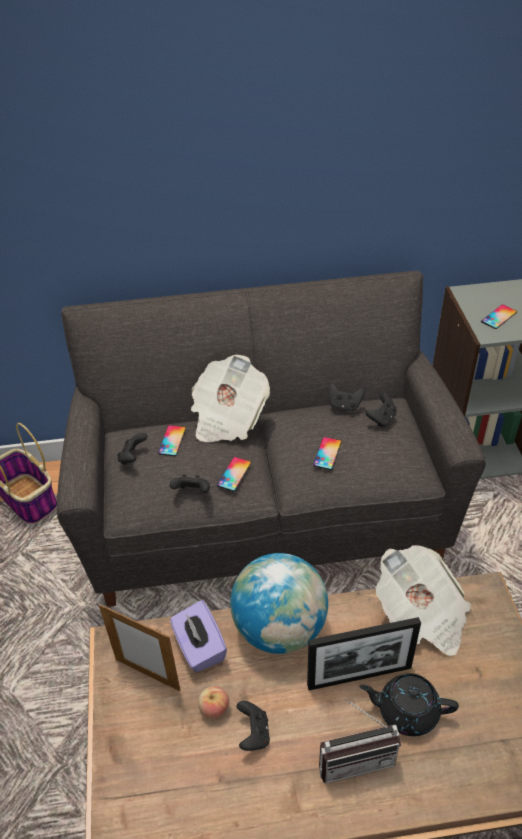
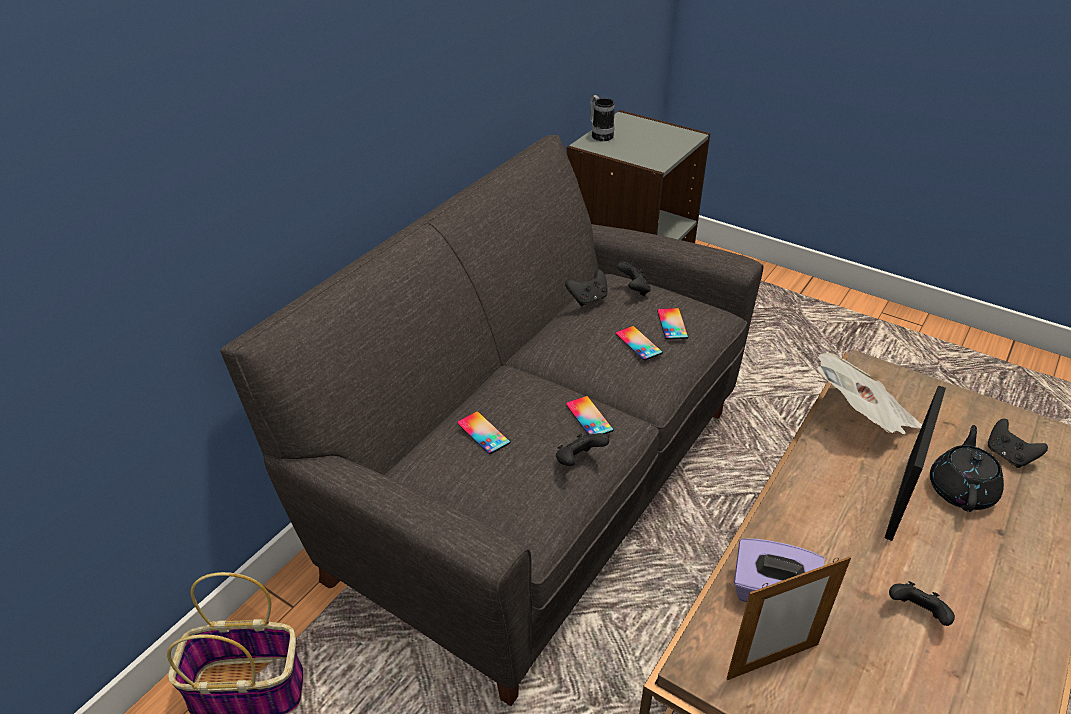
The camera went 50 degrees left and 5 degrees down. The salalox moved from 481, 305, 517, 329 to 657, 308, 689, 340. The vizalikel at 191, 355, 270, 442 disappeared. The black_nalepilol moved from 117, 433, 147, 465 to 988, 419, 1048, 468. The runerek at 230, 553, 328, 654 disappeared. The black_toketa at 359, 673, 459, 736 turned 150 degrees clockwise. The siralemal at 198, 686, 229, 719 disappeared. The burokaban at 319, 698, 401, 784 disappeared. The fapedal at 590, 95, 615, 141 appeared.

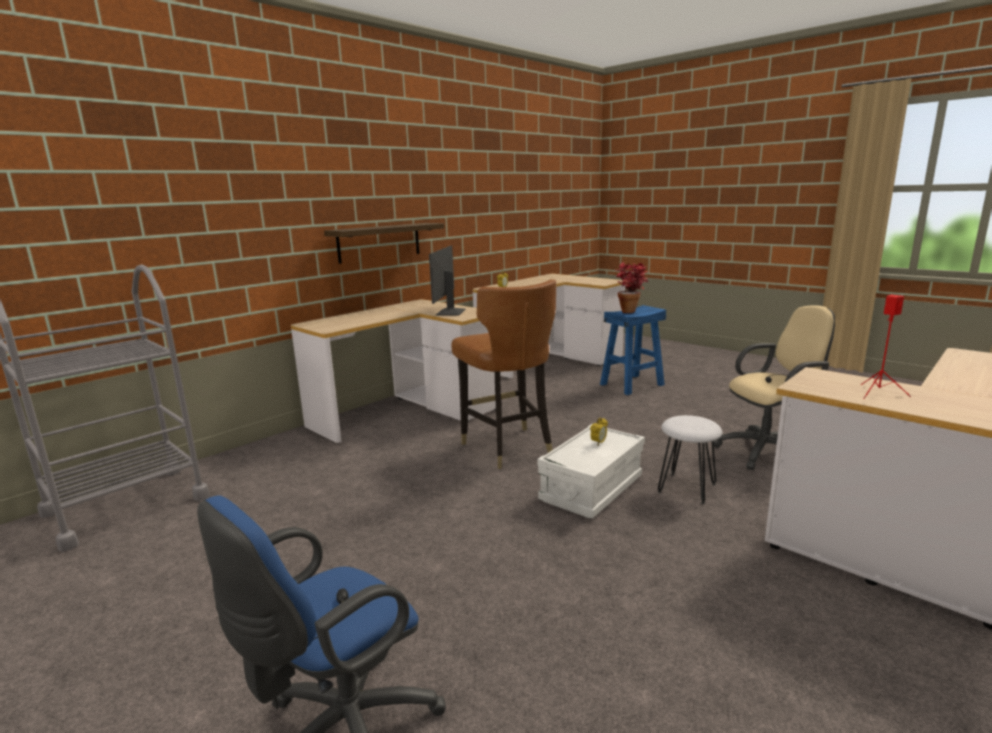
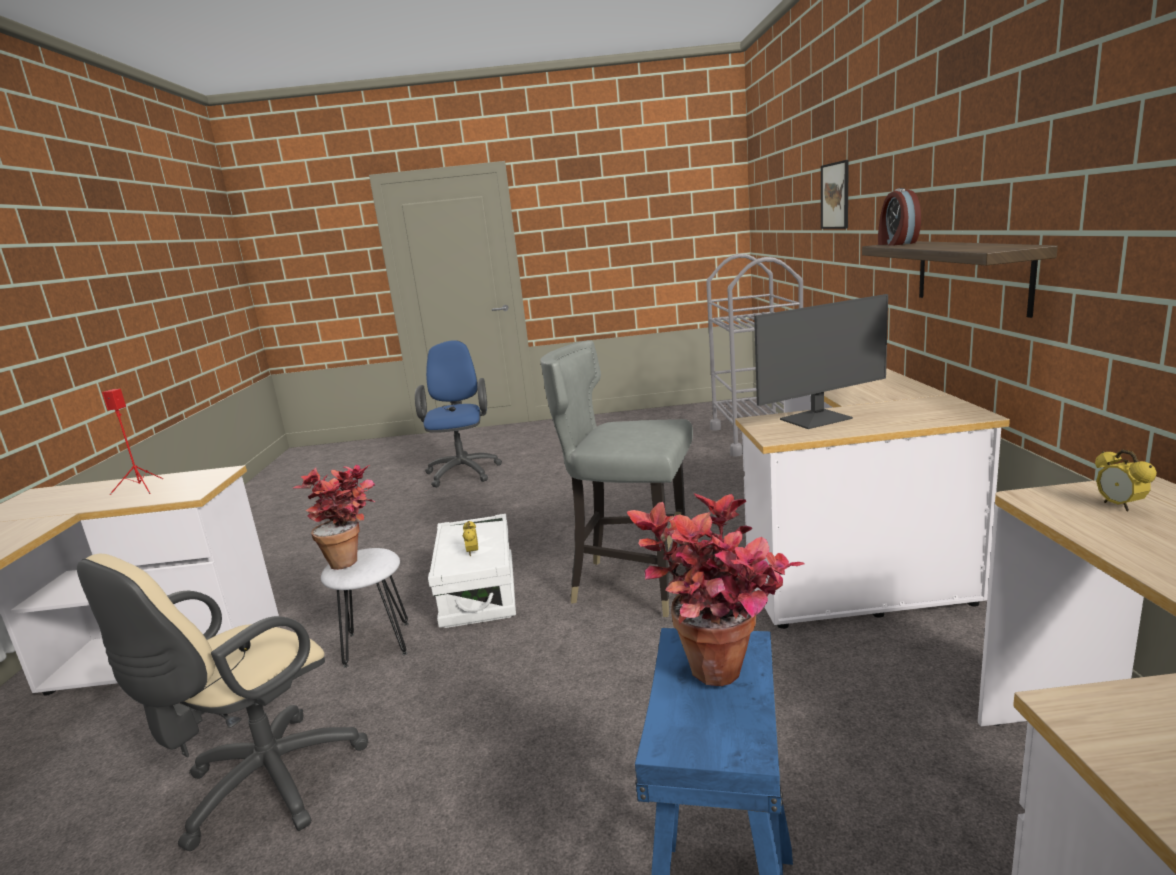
The camera went 135 degrees right and 0 degrees up. The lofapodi at 429, 246, 466, 316 turned 105 degrees clockwise. The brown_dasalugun at 451, 279, 556, 469 became the grey_dasalugun at 540, 340, 693, 617. The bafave at 821, 160, 849, 229 appeared. The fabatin at 878, 188, 921, 246 appeared. The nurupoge at 293, 465, 375, 570 appeared.

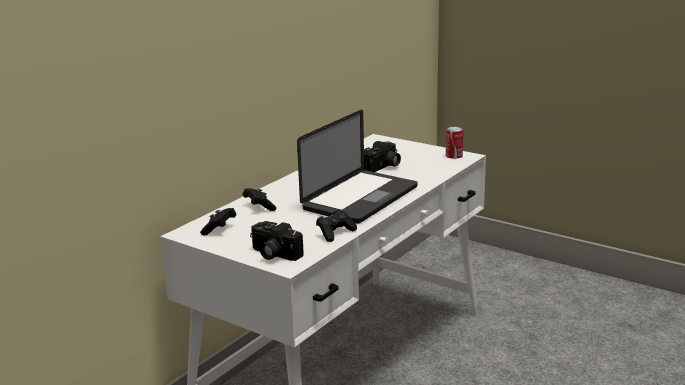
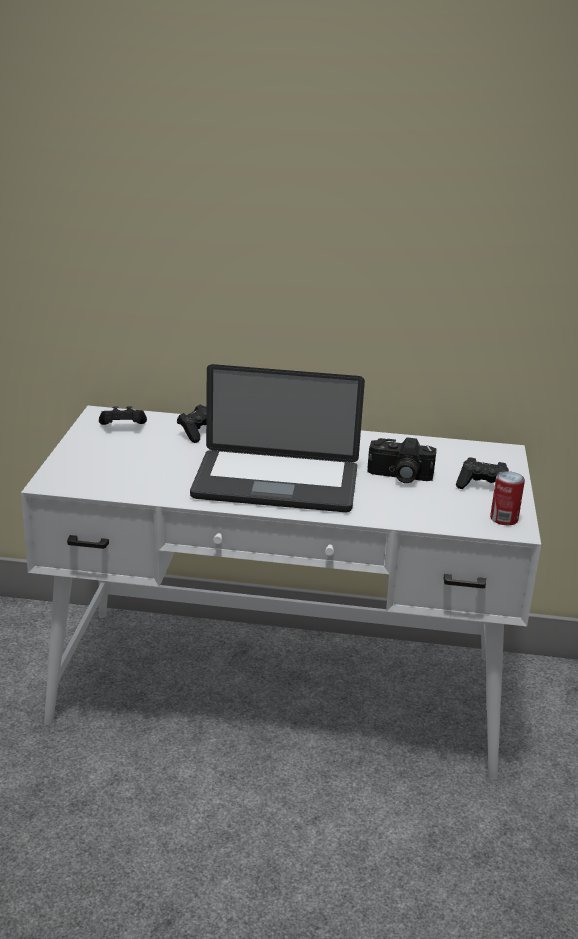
The camera went 60 degrees right and 5 degrees up. The black_nalepilol moved from 316, 209, 357, 242 to 456, 457, 509, 489. The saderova at 250, 221, 304, 261 disappeared.

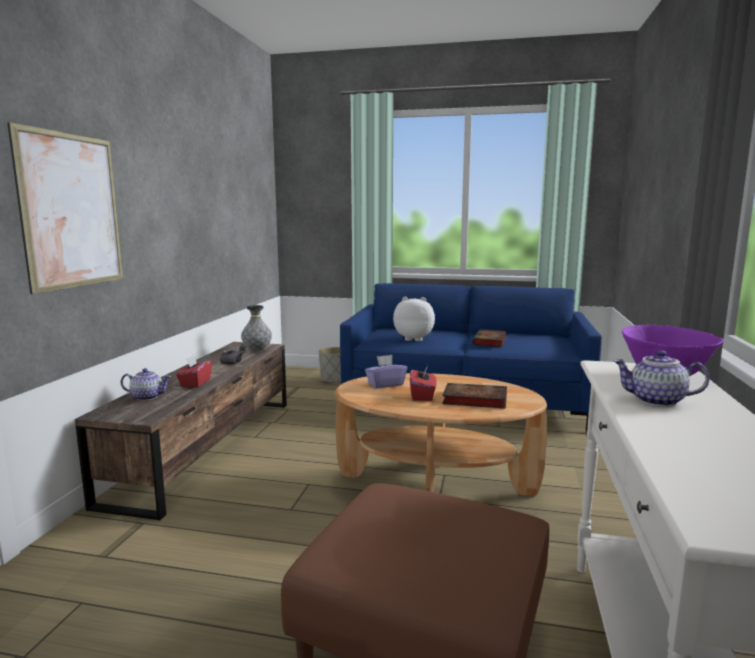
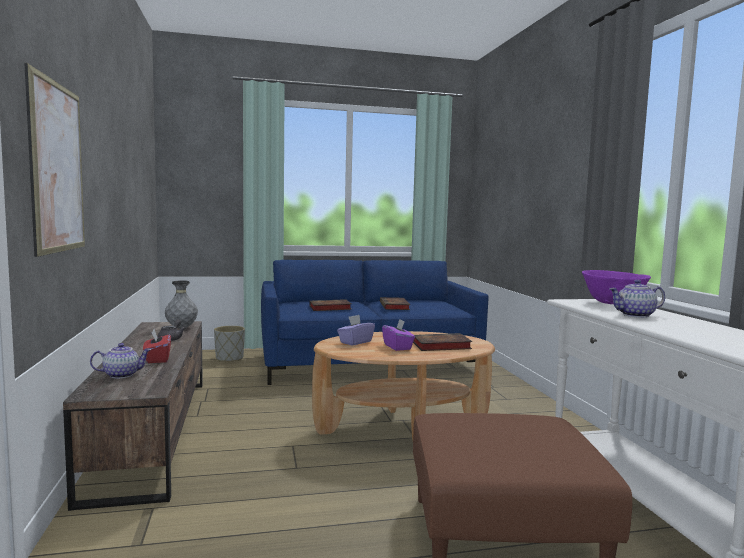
The camera went 25 degrees left and 5 degrees down. The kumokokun at 393, 297, 435, 341 was replaced by the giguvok at 309, 299, 352, 311. The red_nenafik at 410, 365, 437, 401 became the purple_nenafik at 382, 319, 415, 351.

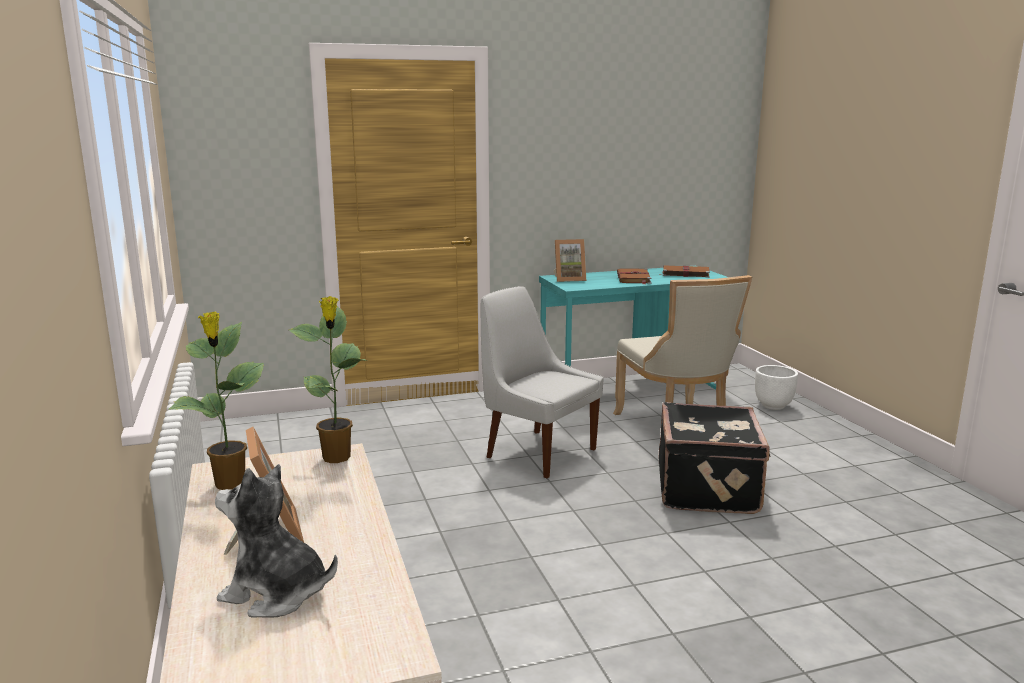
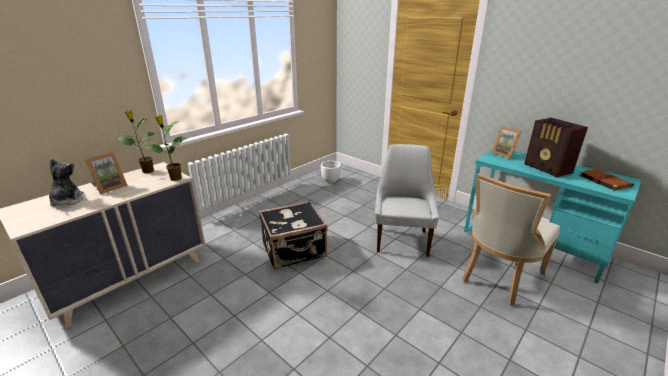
The camera went 60 degrees right and 10 degrees up. The brown_giguvok at 617, 268, 652, 284 was replaced by the burokaban at 524, 118, 588, 178. The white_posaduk moved from 755, 365, 798, 410 to 321, 161, 341, 183. The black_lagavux moved from 659, 402, 771, 514 to 259, 201, 327, 269.

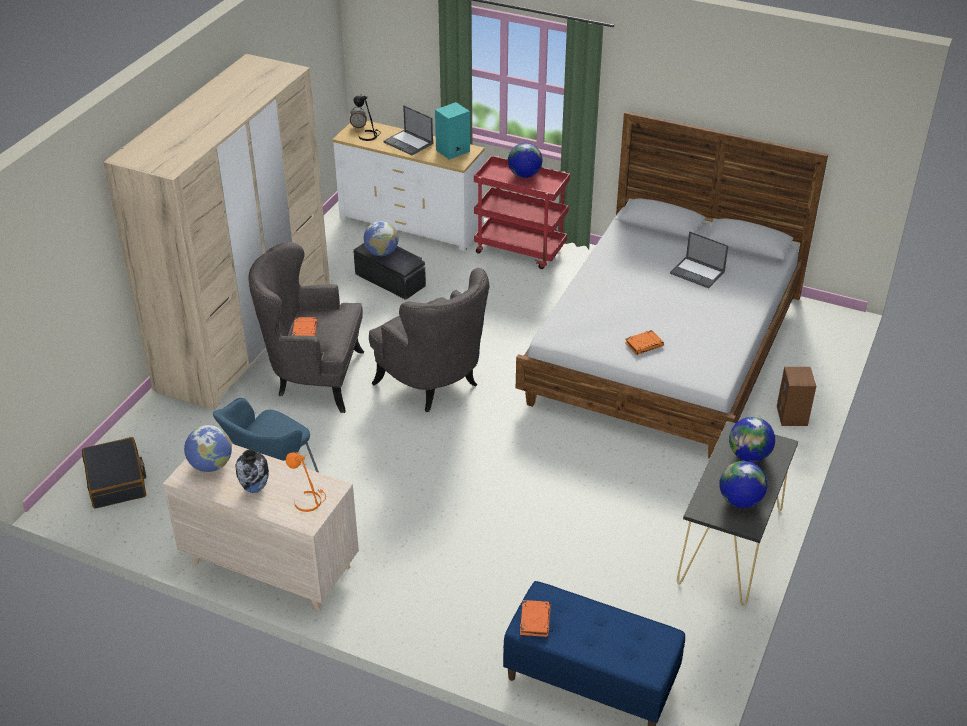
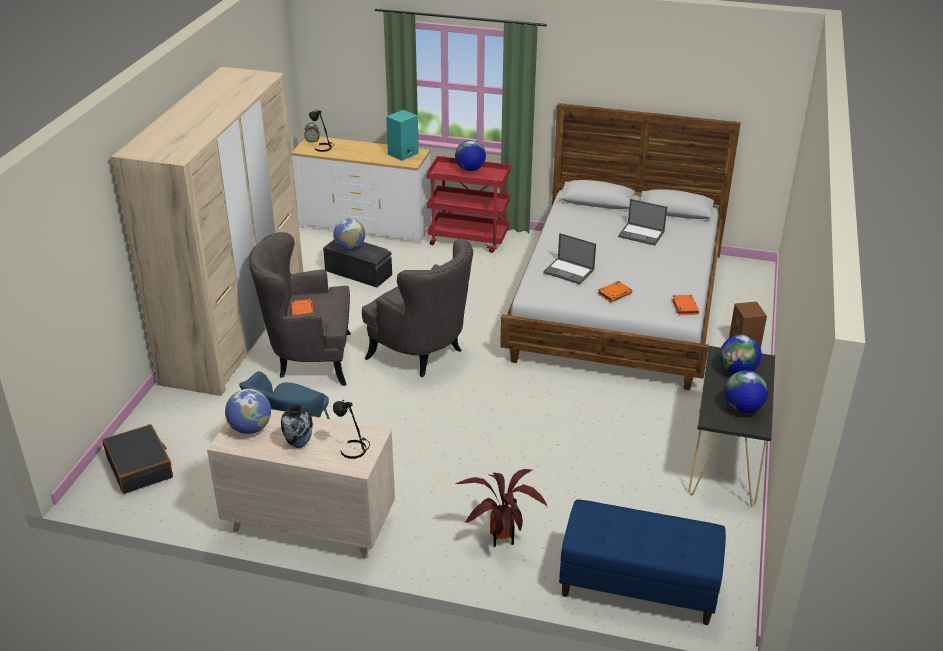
The camera went 10 degrees left and 5 degrees down. The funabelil moved from 384, 105, 433, 155 to 543, 233, 596, 284. The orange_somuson at 286, 452, 326, 512 became the black_somuson at 333, 400, 370, 459. The orange_giguvok moved from 520, 600, 551, 637 to 672, 295, 699, 315. The nurupoge at 456, 469, 547, 547 appeared.

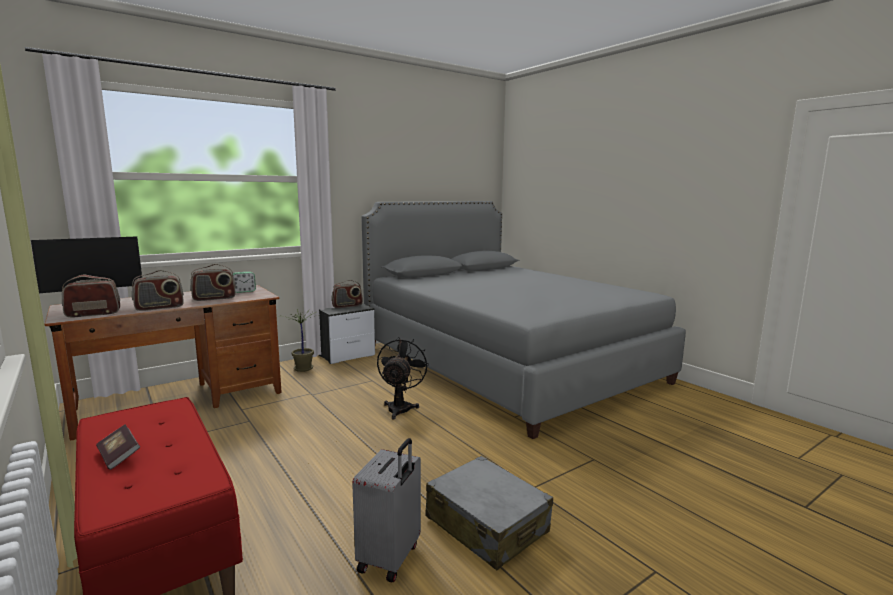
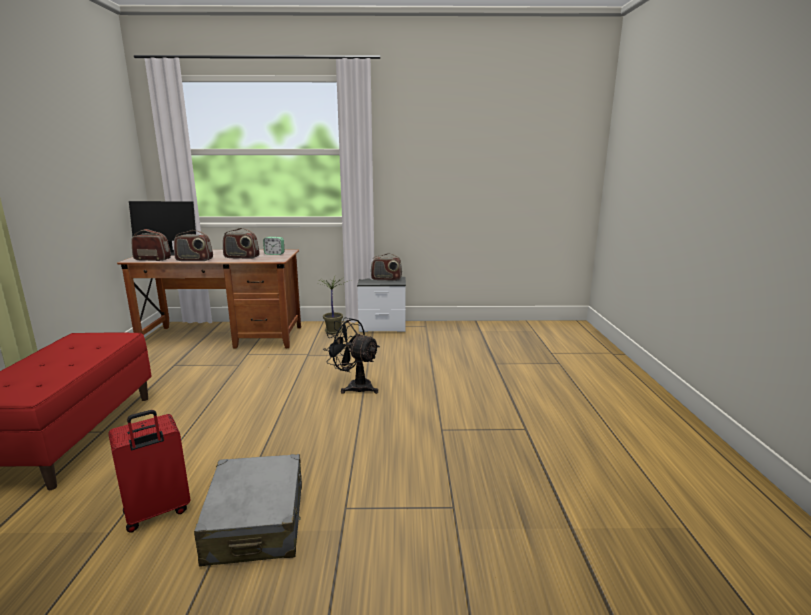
The camera went 35 degrees right and 5 degrees up. The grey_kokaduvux at 362, 201, 686, 439 disappeared. The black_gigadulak at 377, 337, 429, 420 turned 105 degrees counterclockwise. The giguvok at 96, 424, 140, 470 disappeared. The grey_lagavux at 352, 438, 421, 583 became the red_lagavux at 108, 410, 191, 533.

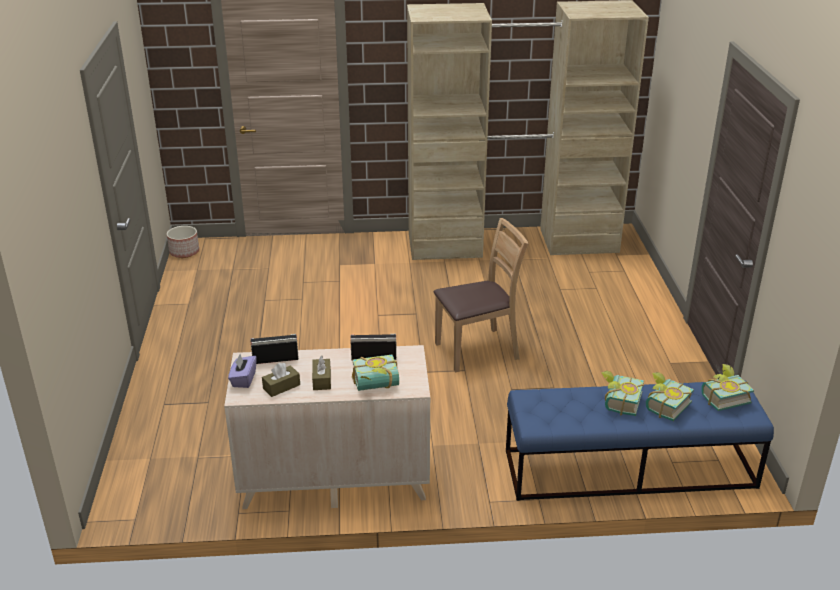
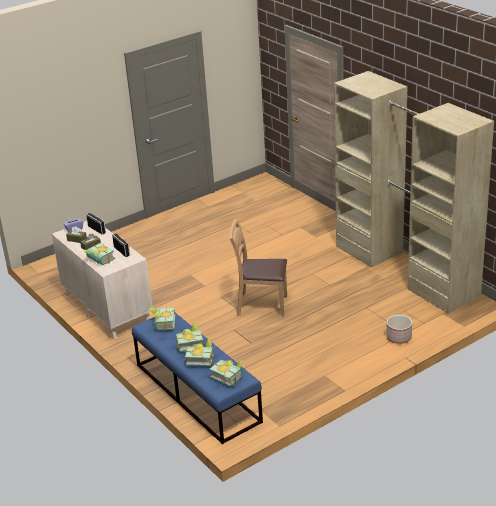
The camera went 60 degrees right and 0 degrees up. The brown_dasalugun at 434, 218, 528, 372 turned 150 degrees clockwise. The posaduk moved from 167, 226, 199, 258 to 386, 315, 412, 344. The giguvok at 148, 307, 175, 332 appeared.

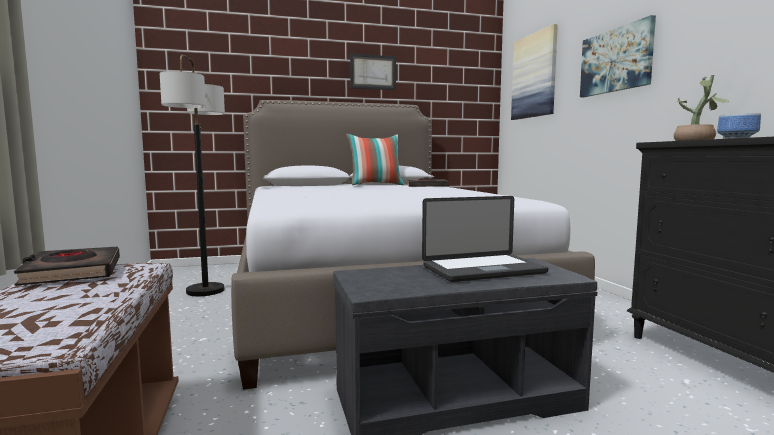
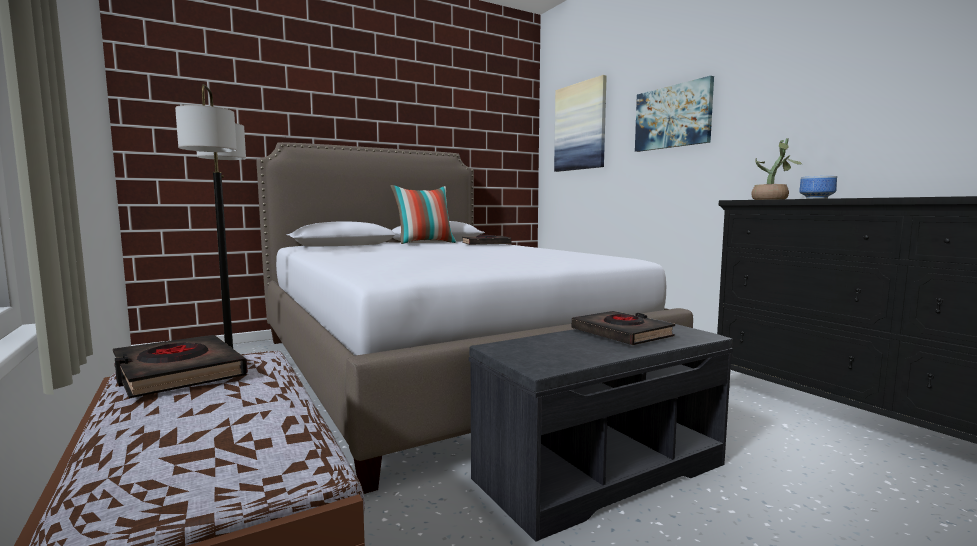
The camera went 15 degrees left and 0 degrees up. The bafave at 350, 54, 396, 90 disappeared. The funabelil at 422, 196, 549, 282 was replaced by the black_giguvok at 572, 311, 675, 345.

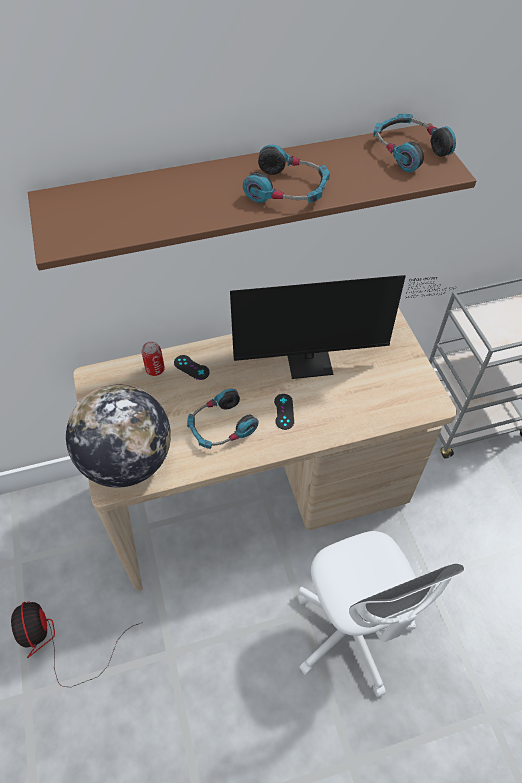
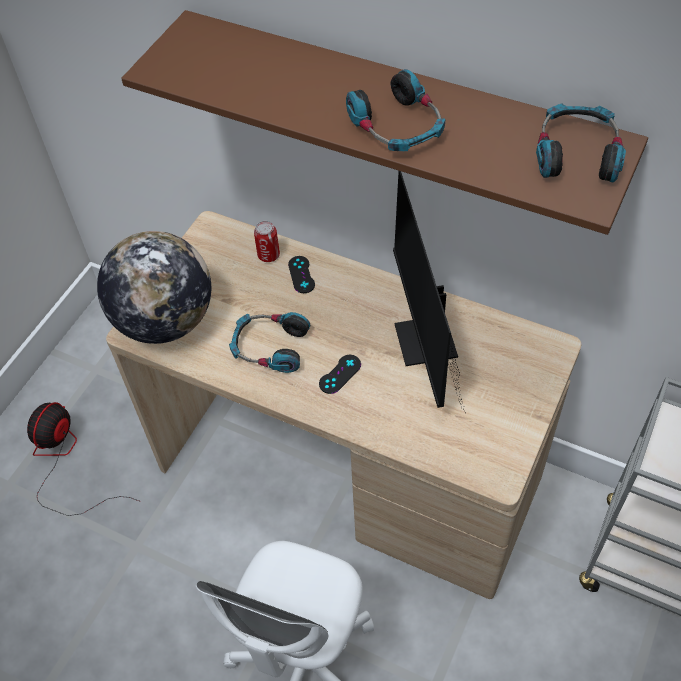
The camera went 45 degrees right and 0 degrees up. The lofapodi at 230, 275, 454, 379 turned 45 degrees clockwise.

